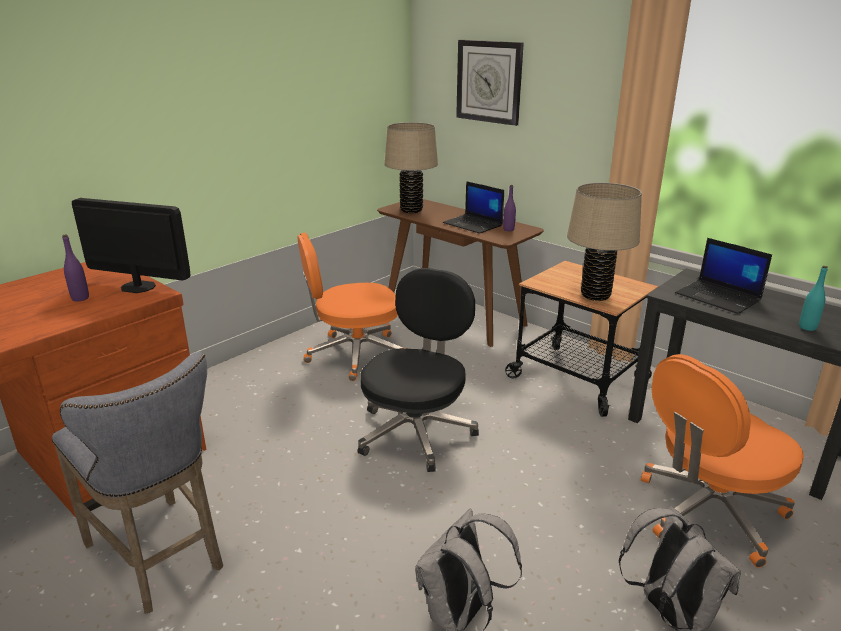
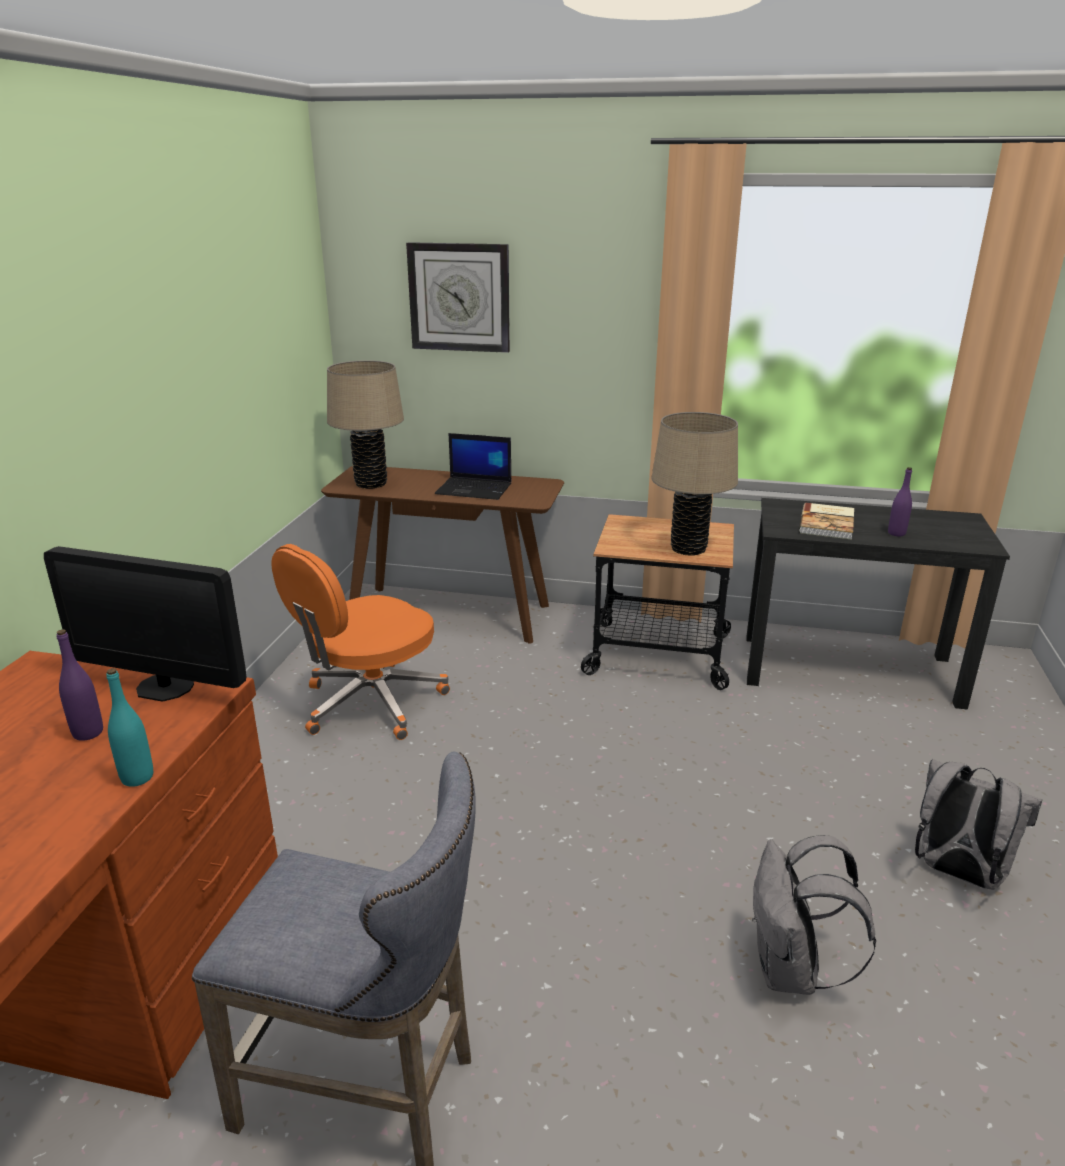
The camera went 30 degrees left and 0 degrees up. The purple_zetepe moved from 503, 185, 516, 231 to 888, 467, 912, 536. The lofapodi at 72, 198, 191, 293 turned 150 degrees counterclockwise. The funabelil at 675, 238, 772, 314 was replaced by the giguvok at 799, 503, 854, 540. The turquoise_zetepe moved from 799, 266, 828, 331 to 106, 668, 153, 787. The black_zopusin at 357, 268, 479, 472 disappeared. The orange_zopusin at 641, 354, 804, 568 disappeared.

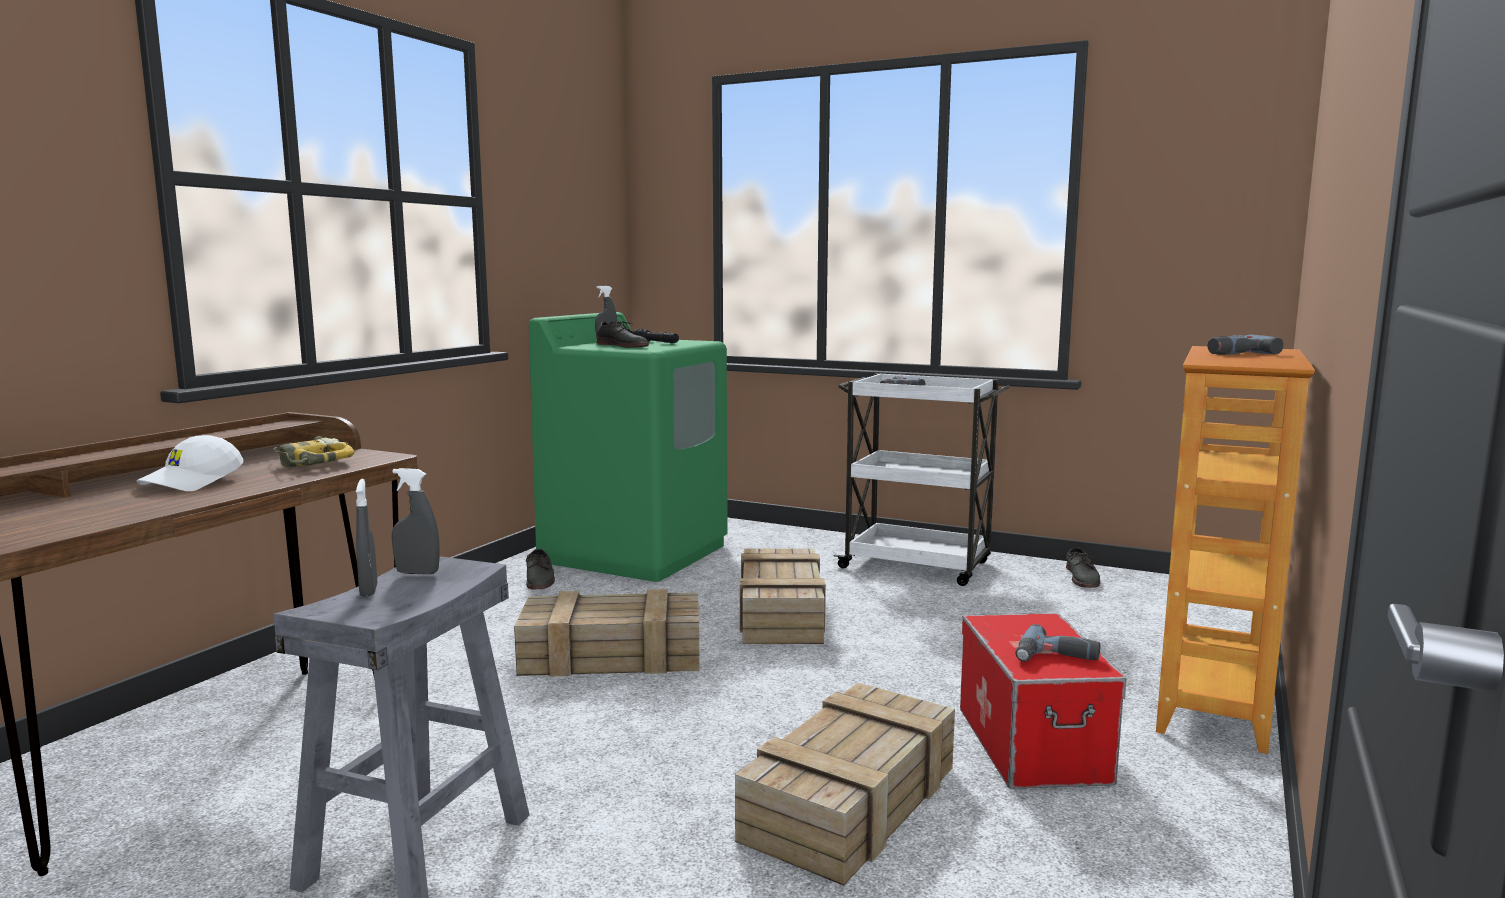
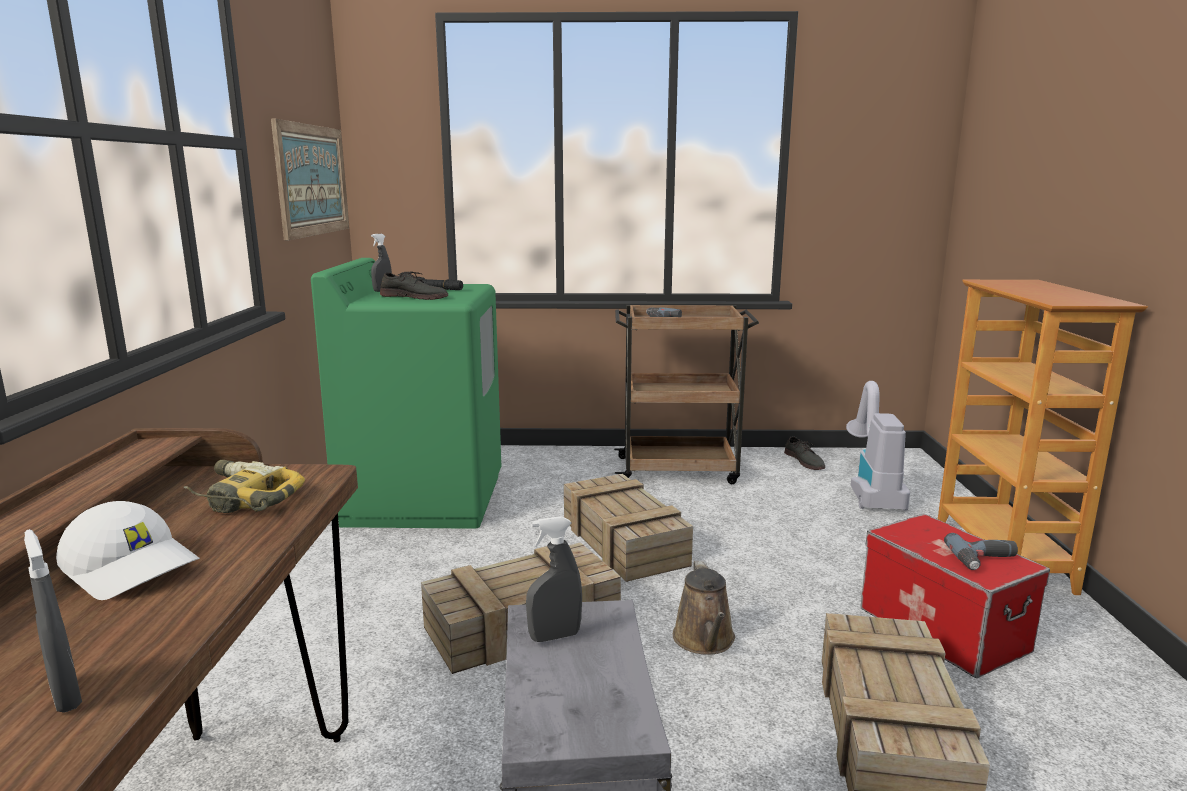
The camera went 25 degrees left and 5 degrees up. The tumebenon at 1207, 335, 1284, 355 disappeared. The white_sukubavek at 834, 373, 1010, 586 became the brown_sukubavek at 614, 305, 759, 484. The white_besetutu at 137, 435, 243, 491 turned 60 degrees counterclockwise. The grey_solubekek moved from 356, 479, 377, 597 to 24, 529, 82, 713. The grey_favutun at 526, 549, 555, 589 disappeared. The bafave at 271, 119, 349, 241 appeared. The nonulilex at 846, 381, 910, 511 appeared. The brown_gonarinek at 673, 560, 735, 655 appeared.

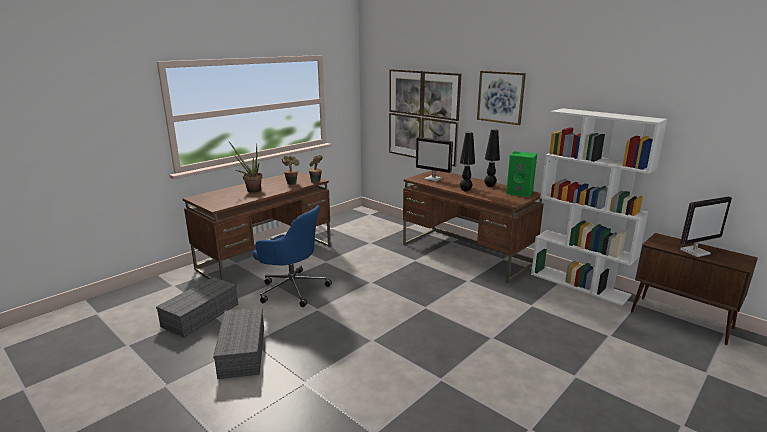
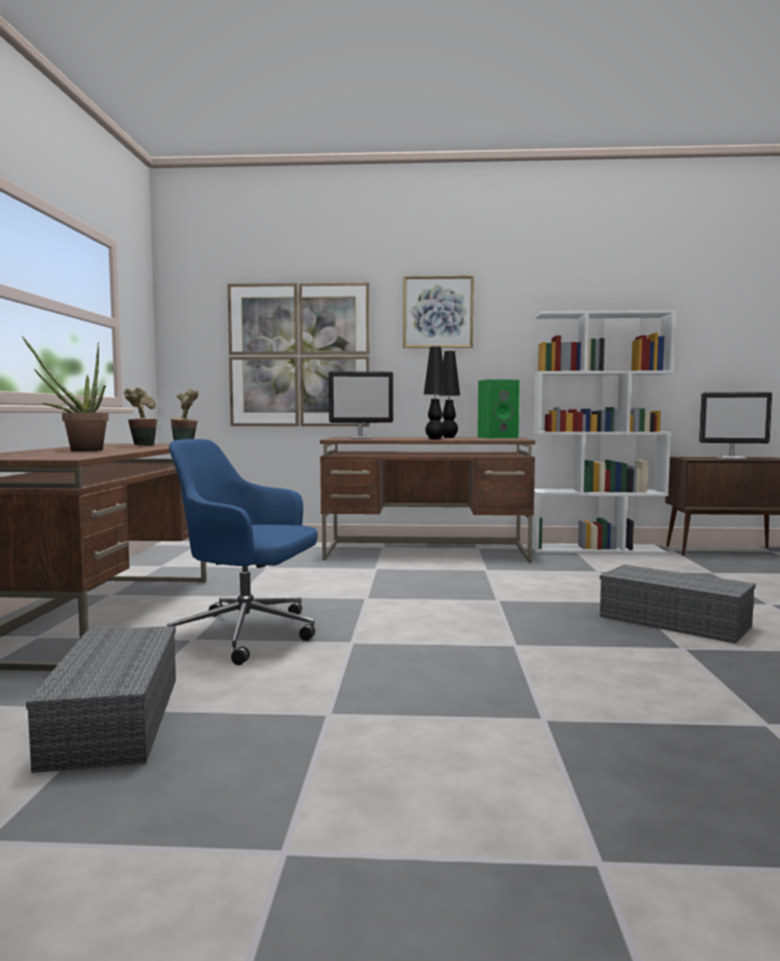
The camera went 40 degrees left and 15 degrees down. The lofapodi at 680, 197, 732, 257 turned 75 degrees clockwise. The blue_zopusin at 253, 205, 332, 307 turned 150 degrees counterclockwise. The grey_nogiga moved from 213, 307, 264, 379 to 600, 565, 756, 644.

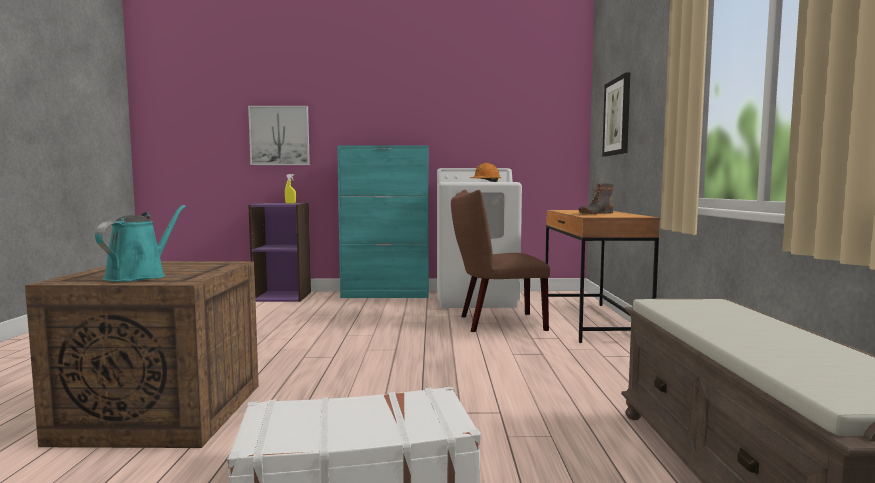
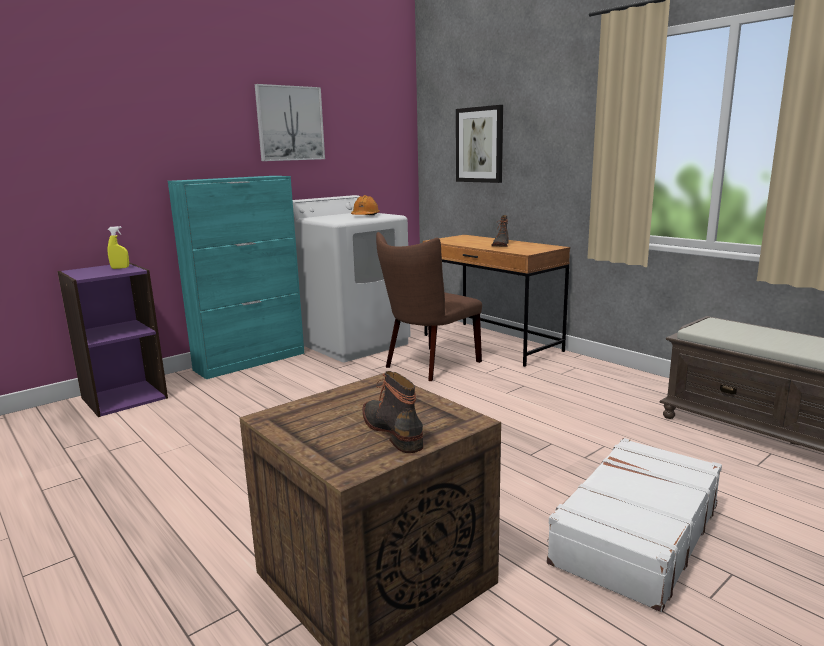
The camera went 40 degrees left and 10 degrees up. The bafave moved from 248, 106, 310, 165 to 255, 84, 325, 161. The turquoise_gonarinek at 95, 205, 186, 282 was replaced by the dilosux at 362, 371, 423, 453.

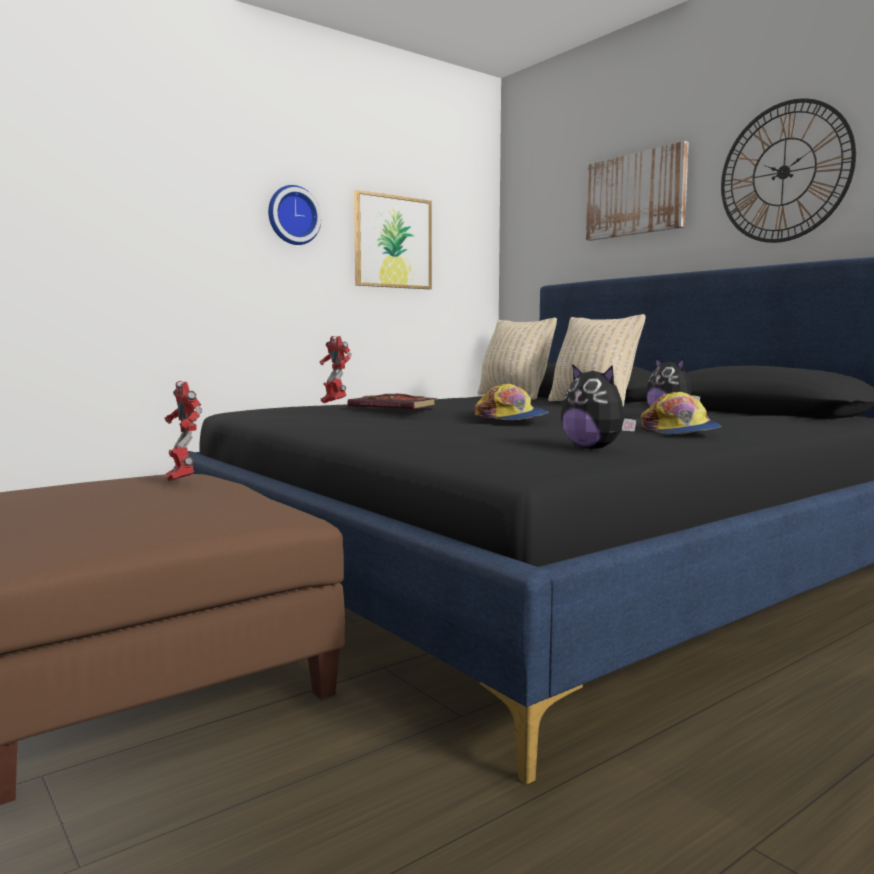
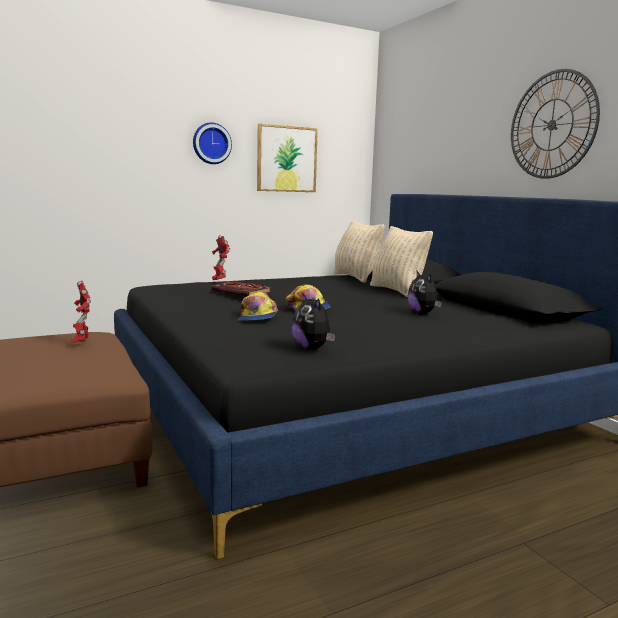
The camera went 10 degrees right and 5 degrees up. The bafave at 586, 141, 689, 241 disappeared. The besetutu moved from 641, 392, 721, 434 to 238, 292, 278, 321.

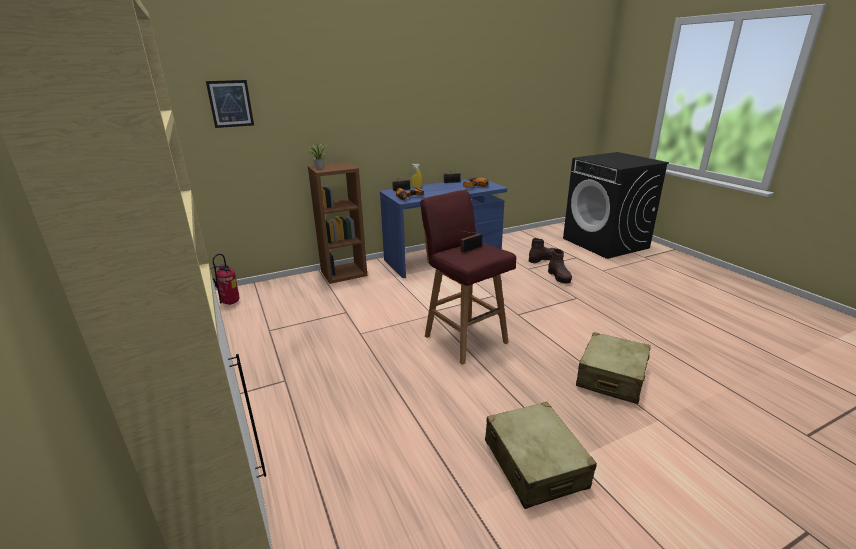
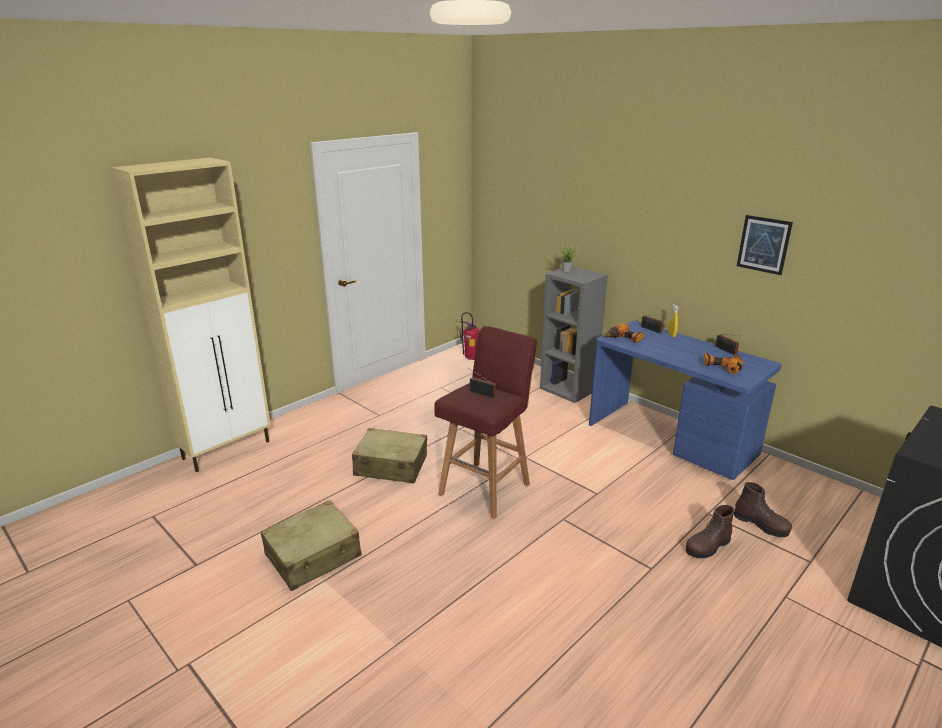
The camera went 70 degrees right and 0 degrees up. The bafave moved from 206, 80, 254, 128 to 737, 215, 793, 275. The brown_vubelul at 308, 162, 367, 284 became the grey_vubelul at 540, 266, 608, 403. The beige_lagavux moved from 576, 332, 651, 404 to 352, 428, 427, 484.

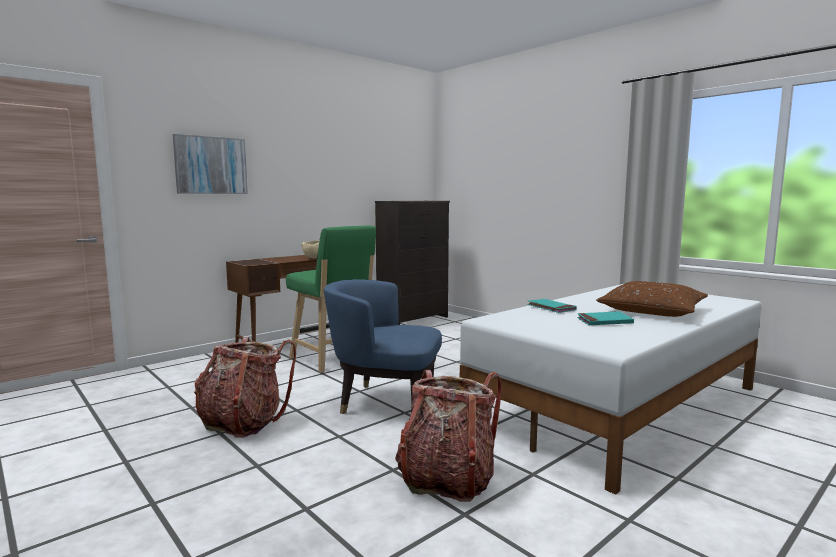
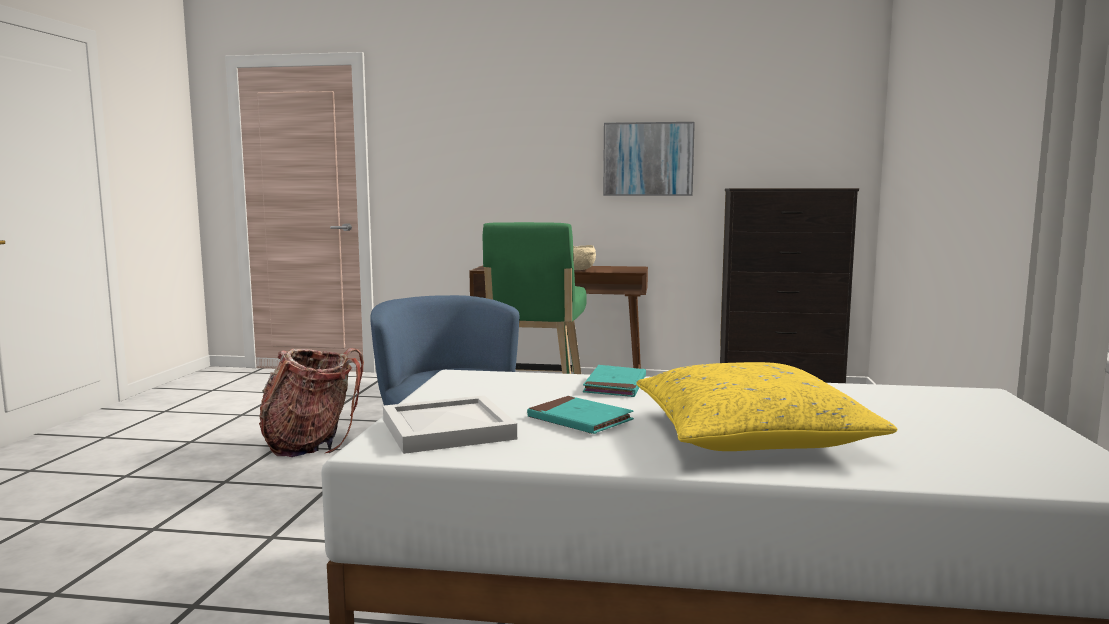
The camera went 50 degrees right and 0 degrees up. The bafave moved from 173, 134, 248, 194 to 603, 122, 695, 196. The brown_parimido at 596, 281, 708, 317 became the yellow_parimido at 637, 362, 897, 451. The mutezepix at 395, 370, 502, 502 disappeared. The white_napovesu at 383, 395, 517, 454 appeared.

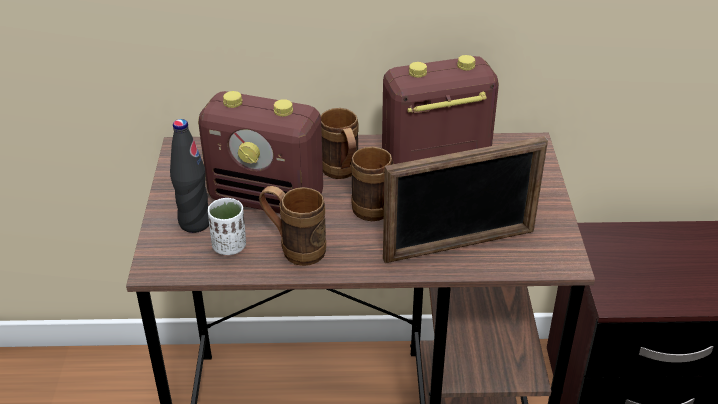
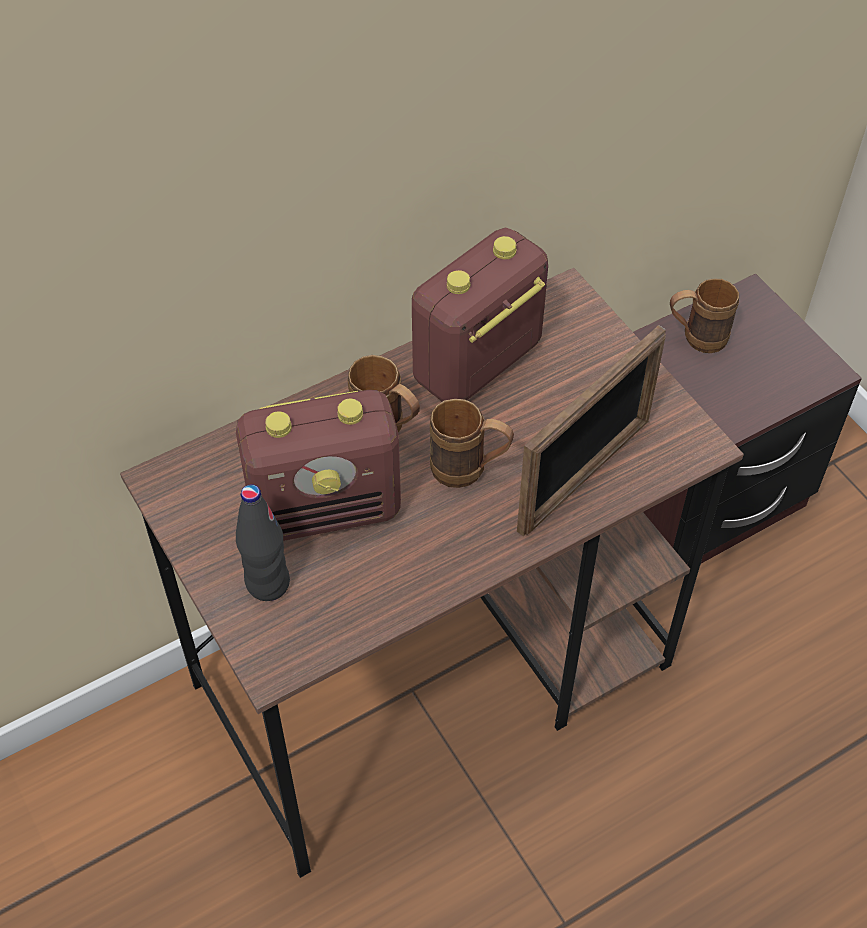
The camera went 30 degrees left and 15 degrees up. The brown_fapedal moved from 259, 186, 326, 266 to 670, 278, 739, 353. The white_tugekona at 208, 198, 246, 255 disappeared.

